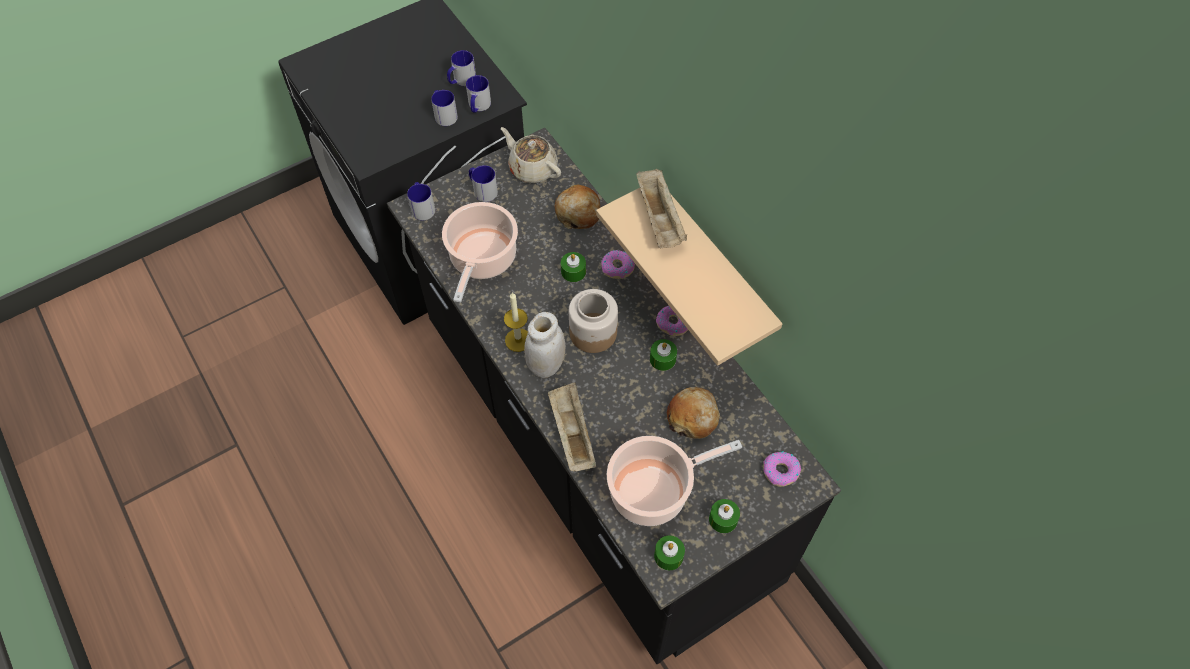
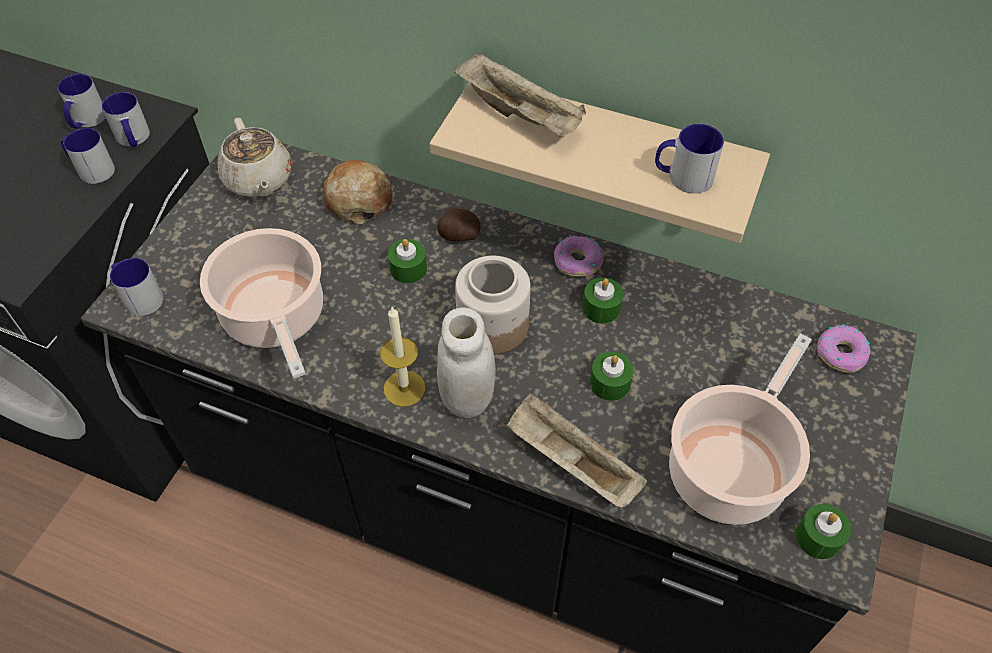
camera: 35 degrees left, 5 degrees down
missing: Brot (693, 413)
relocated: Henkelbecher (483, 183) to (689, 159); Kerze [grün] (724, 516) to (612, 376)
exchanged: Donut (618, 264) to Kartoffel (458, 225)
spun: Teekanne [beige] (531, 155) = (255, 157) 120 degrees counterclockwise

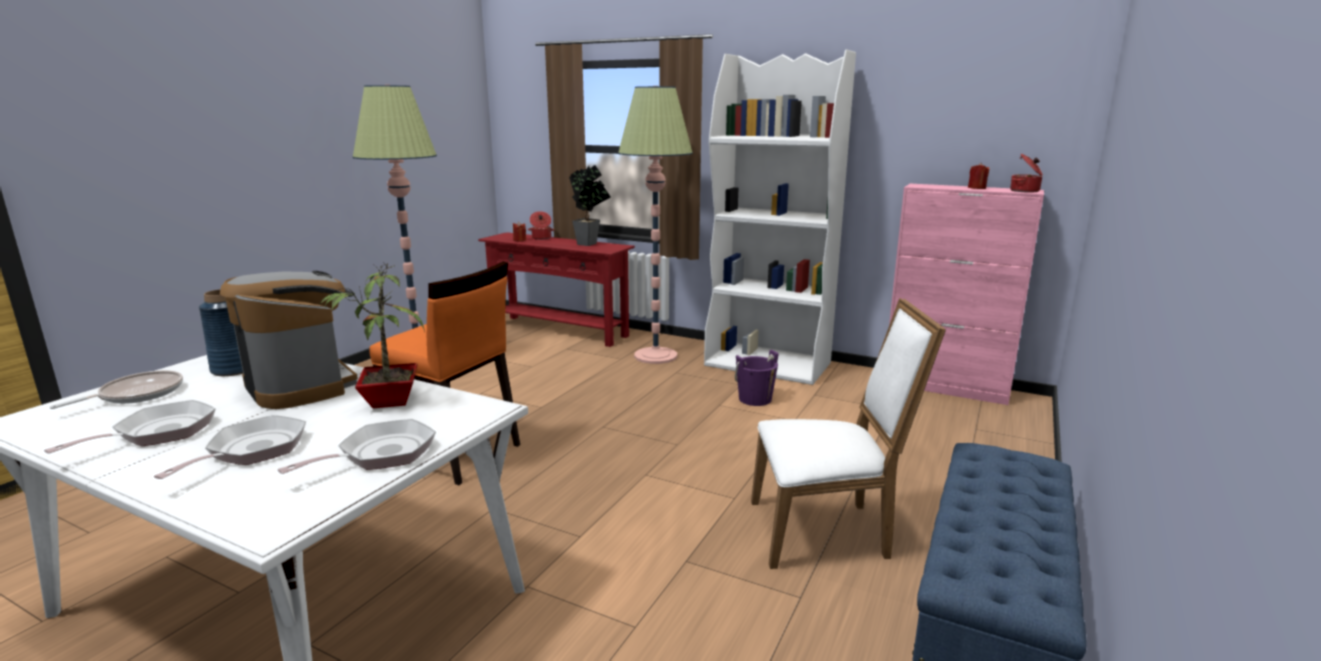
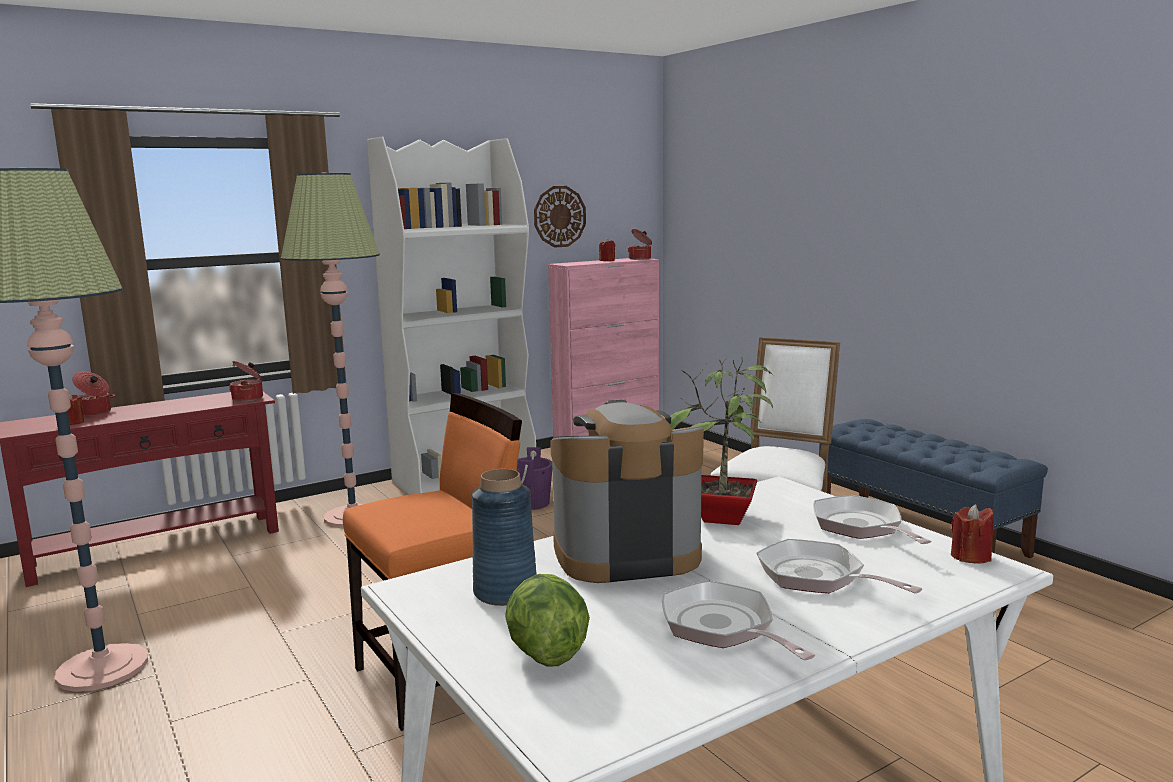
camera: 60 degrees left, 5 degrees down
missing: Topfpflanze (590, 205)
appeared: Kochtopf (246, 381); Wanduhr (560, 217); Kerze [rot] (972, 534)
exchanged: Pfanne (116, 389) to Salatkopf (547, 620)

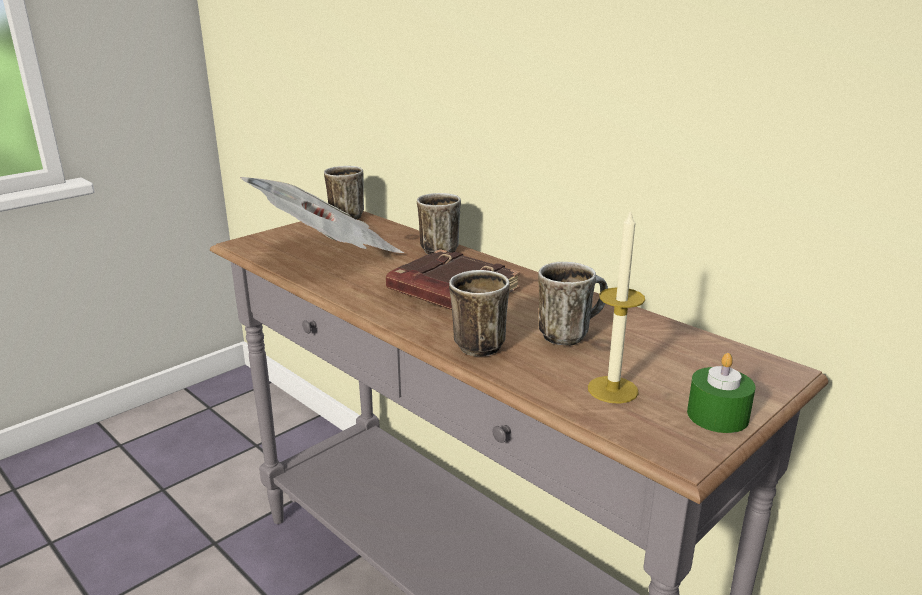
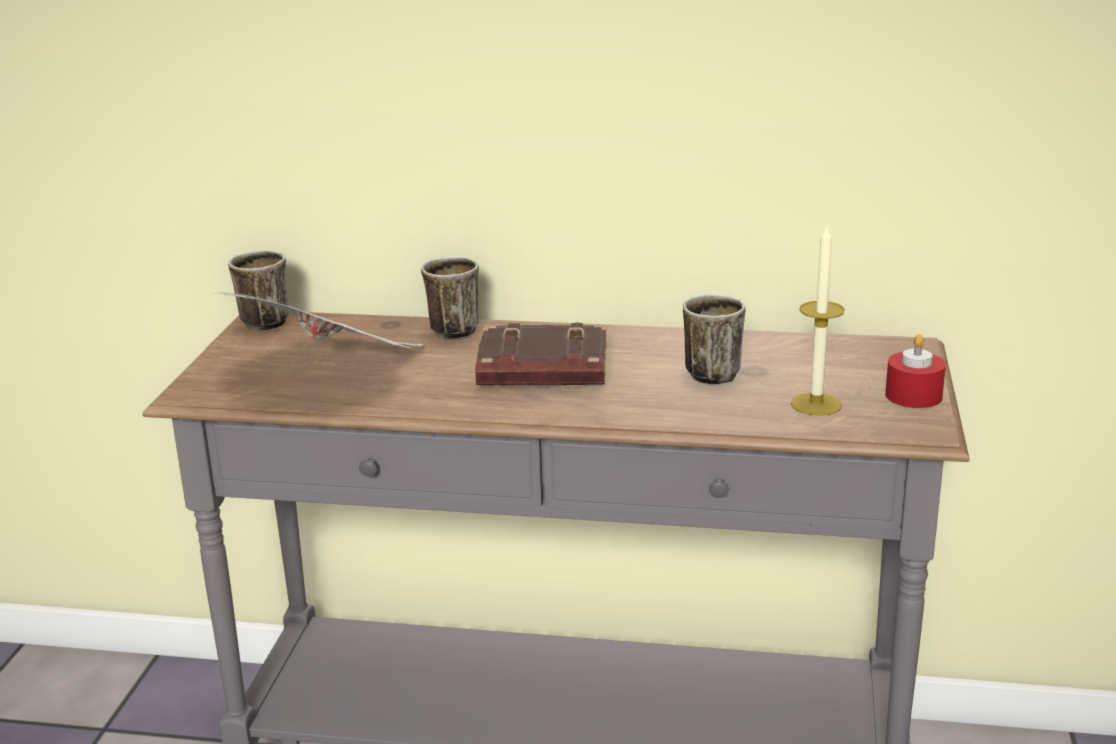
camera: 35 degrees left, 0 degrees up
missing: Henkelbecher (479, 313)
colour: Kerze [grün] (721, 393) to Kerze [rot] (915, 371)

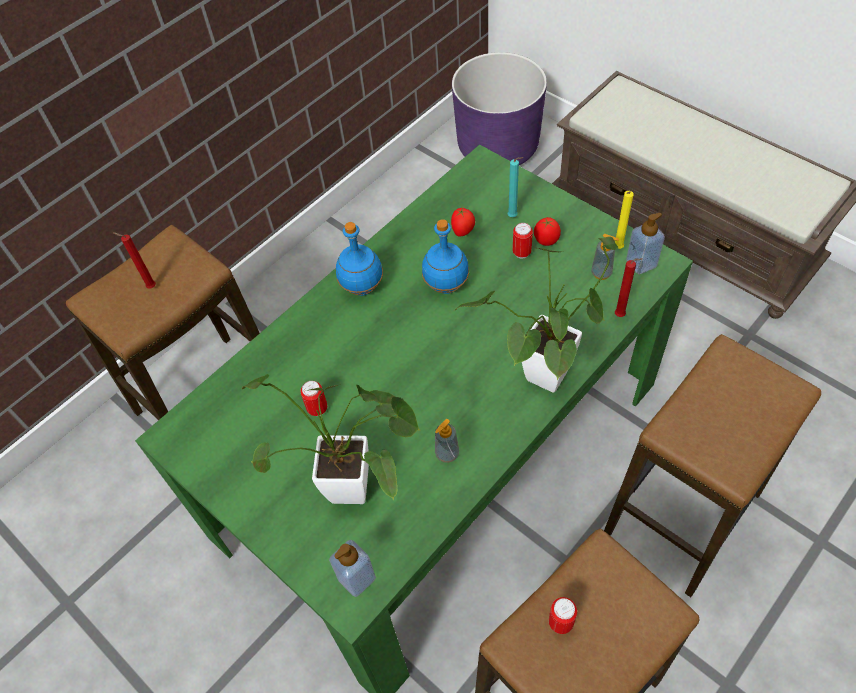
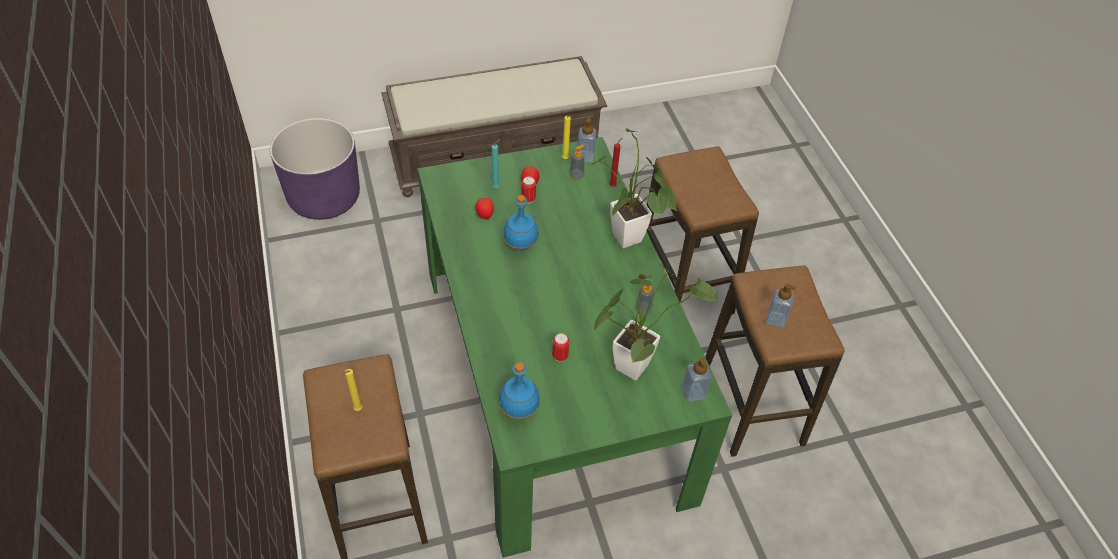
camera: 65 degrees left, 5 degrees down
relocated: Flasche [blau] (359, 259) to (519, 391)
exchanged: Dose (563, 615) to Seifenspender (781, 306)
colour: Kerze [rot] (134, 260) to Kerze [gelb] (352, 390)

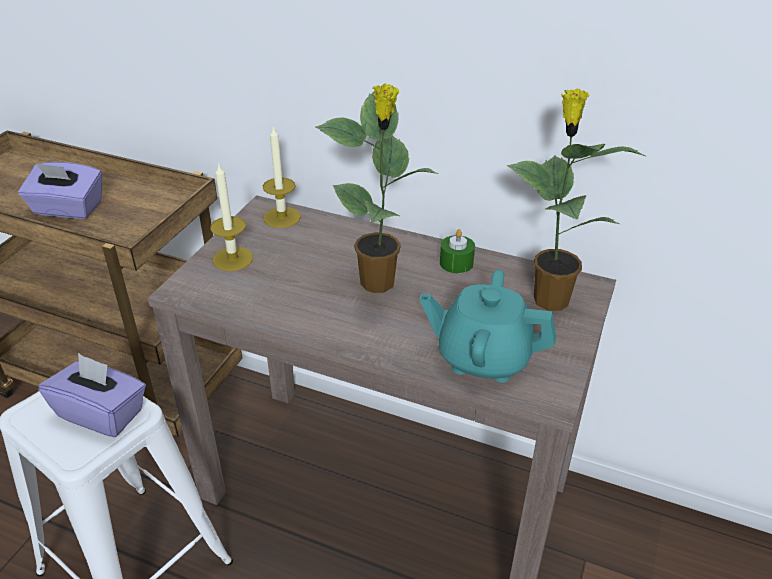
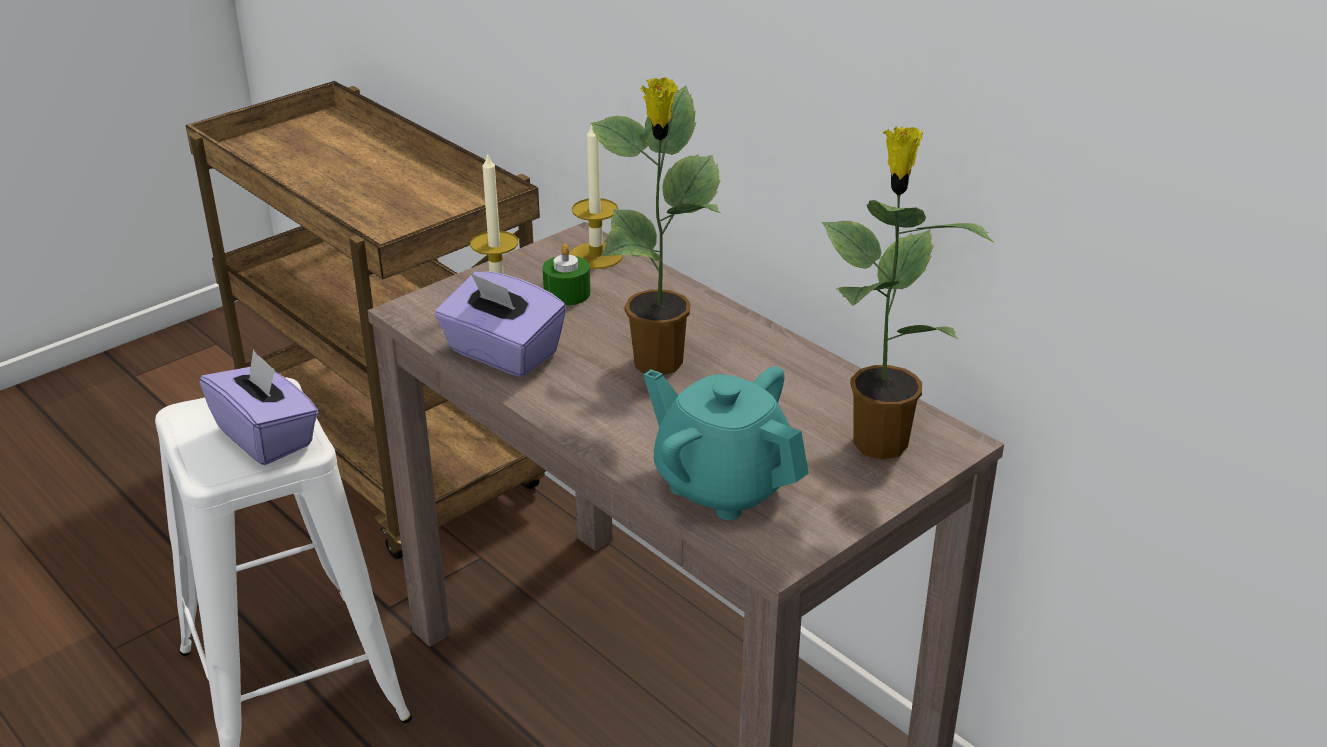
camera: 25 degrees right, 5 degrees down
relocated: Taschentuchbox [lila] (60, 190) to (500, 324); Kerze [grün] (457, 251) to (566, 275)

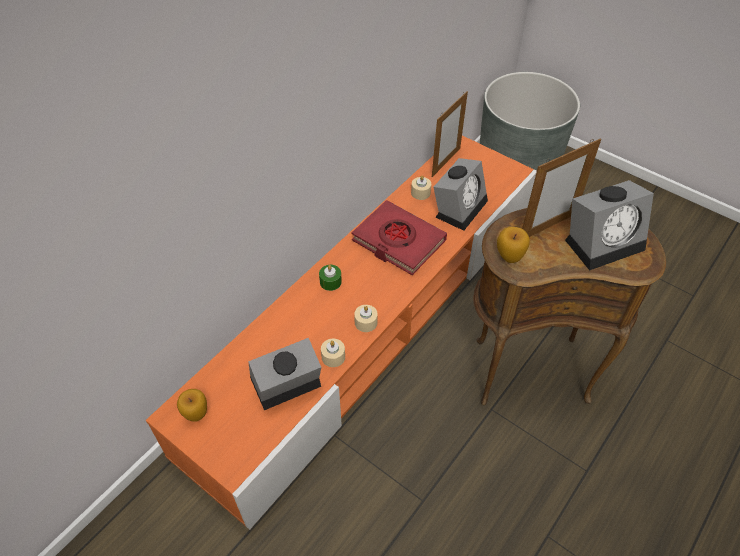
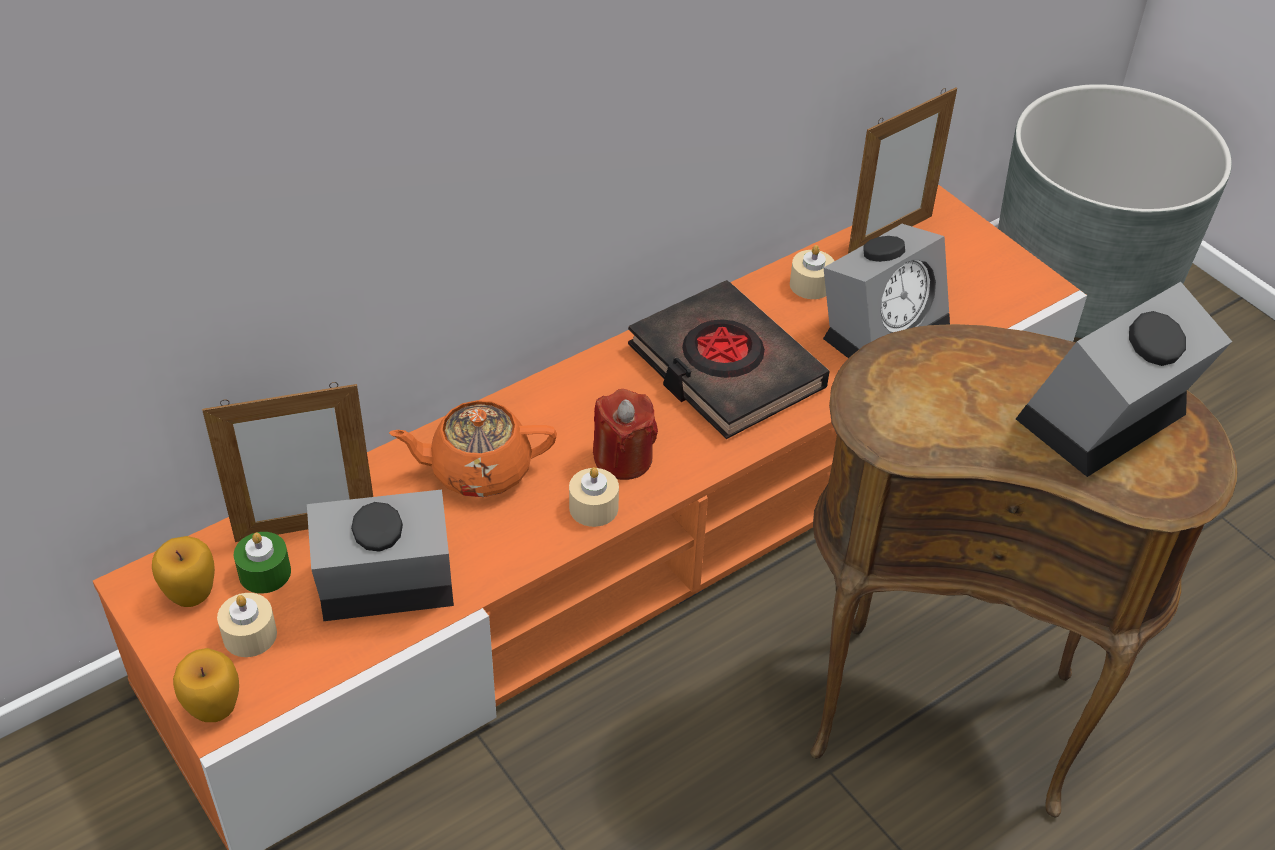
camera: 15 degrees right, 5 degrees down
appeared: Teekanne [orange] (473, 448); Kerze [rot] (625, 434)
relocated: Kerze [grün] (330, 278) to (262, 563); Kerze [beige] (333, 352) to (247, 625); Apfel (513, 245) to (206, 685); Bilderrahmen (561, 187) to (287, 462)
colour: Buch [rot] (399, 237) to Buch [schwarz] (728, 359)
spun: Wecker (609, 225) = (1124, 379) 150 degrees clockwise

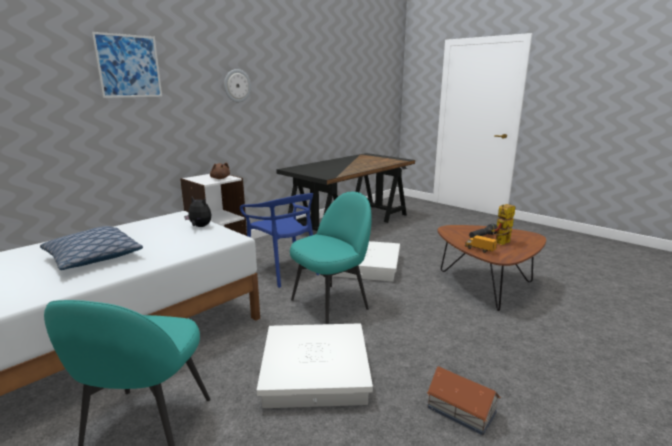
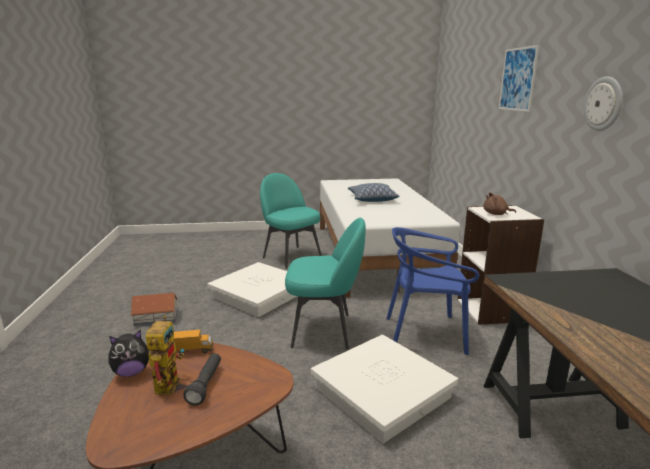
camera: 130 degrees right, 0 degrees up
relocated: Plüschtier (197, 212) to (129, 353)
spun: Stuhl [türkis] (331, 258) = (325, 283) 90 degrees counterclockwise

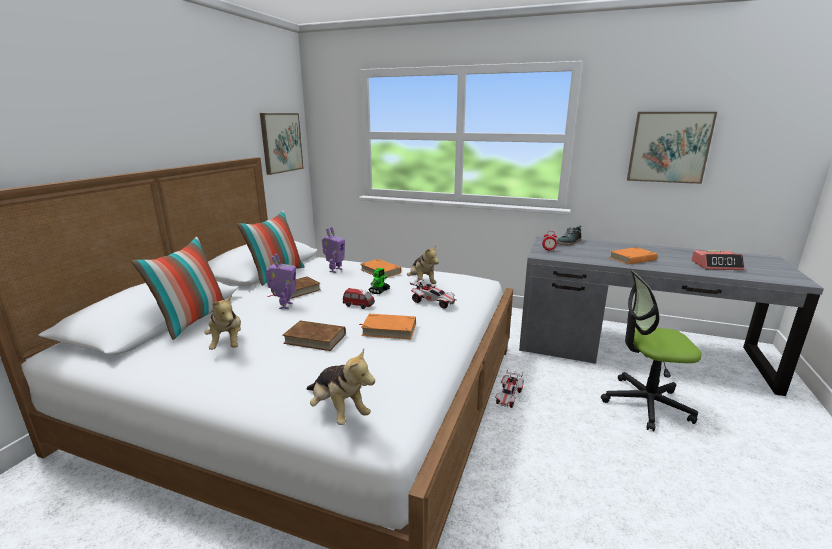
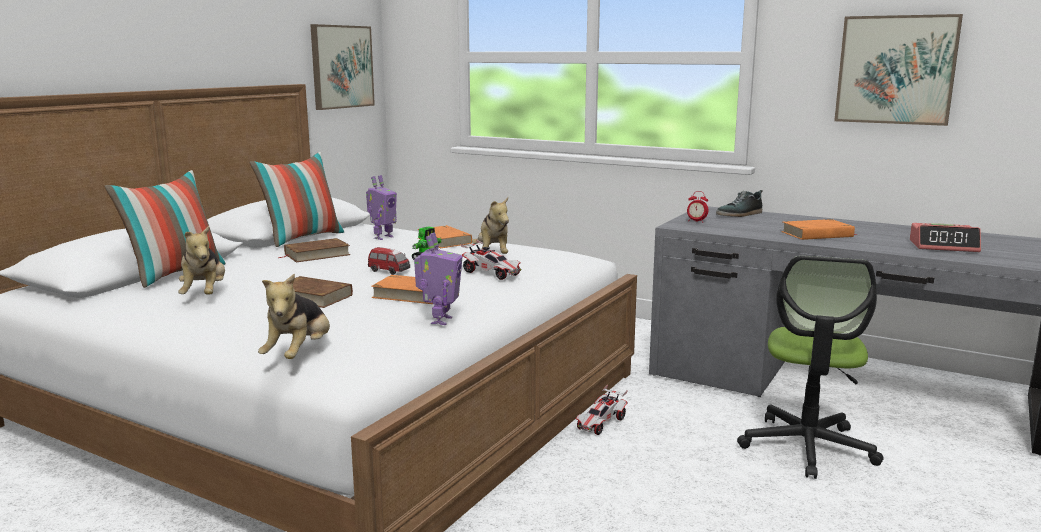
camera: 10 degrees right, 5 degrees down
relocated: Spielzeugroboter (280, 281) to (438, 279)
spun: Plüschtier (341, 386) = (294, 316) 45 degrees clockwise; Bürostuhl (651, 350) = (810, 367) 90 degrees counterclockwise

